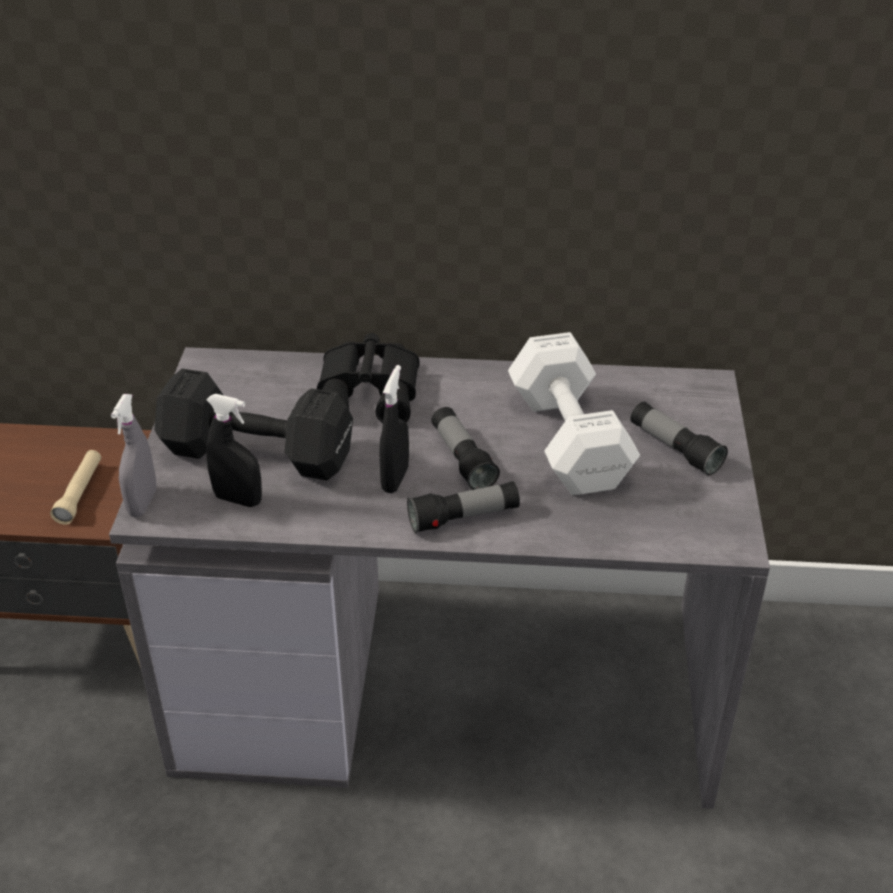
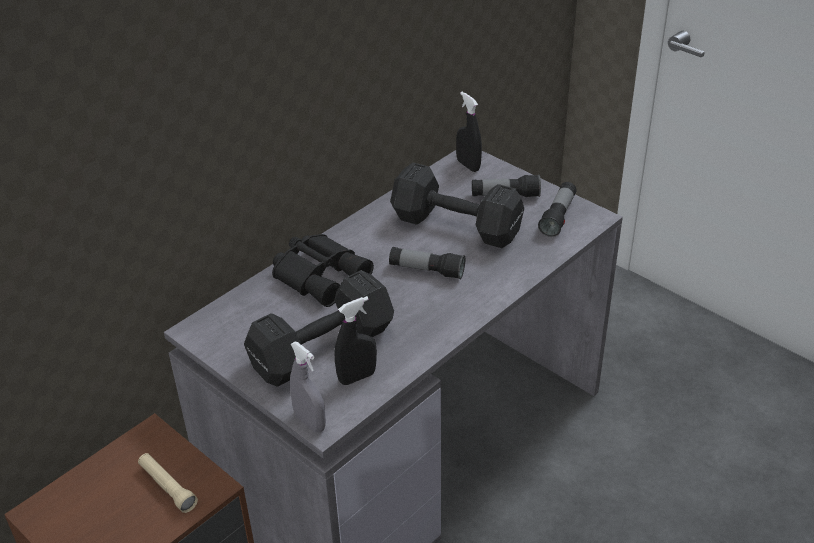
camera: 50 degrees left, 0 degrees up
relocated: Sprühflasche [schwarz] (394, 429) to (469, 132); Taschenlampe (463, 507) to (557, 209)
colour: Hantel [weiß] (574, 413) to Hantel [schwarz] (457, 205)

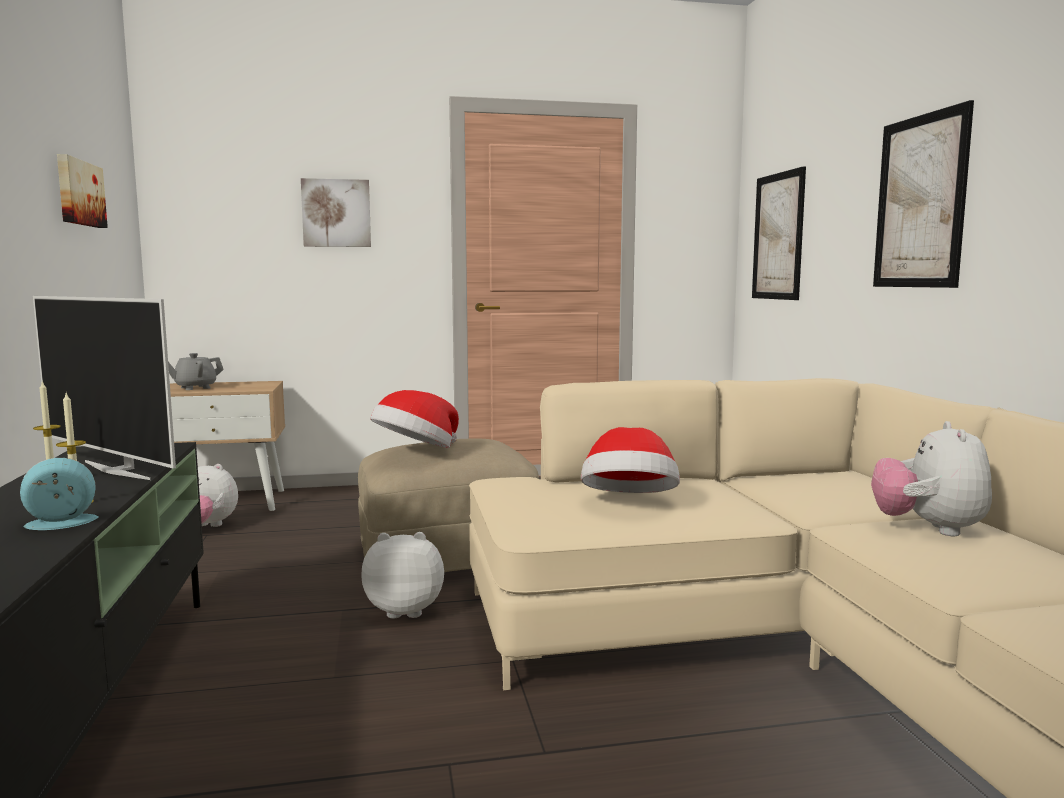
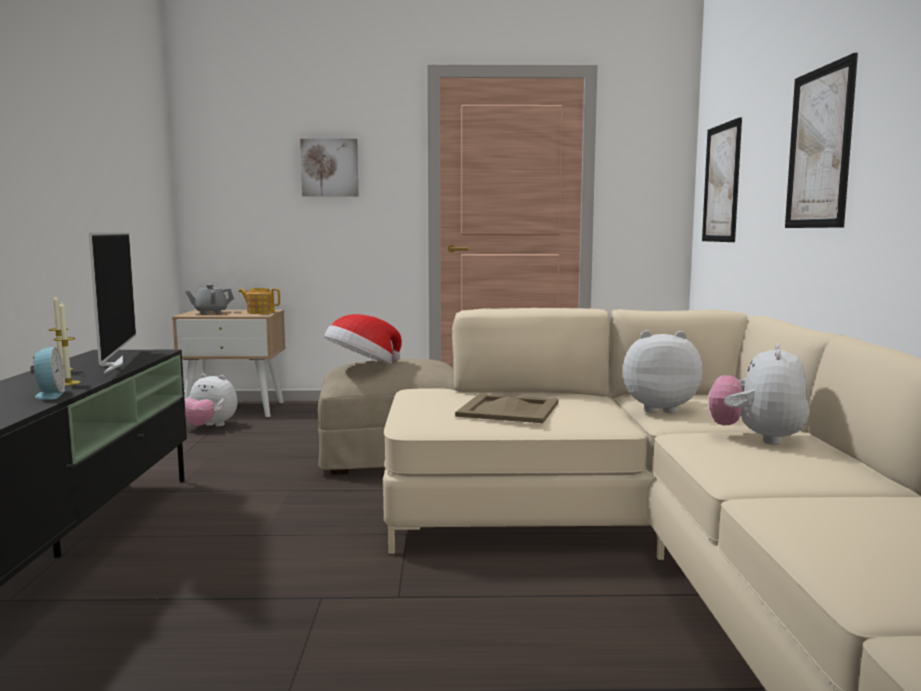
camera: 10 degrees right, 0 degrees up
missing: Bild (82, 191)
appeared: Teekanne (259, 301)
relocated: Plüschtier (402, 575) to (663, 371)
exchanged: Hut (630, 460) to Tablett [beige] (506, 408)
spun: Wecker (59, 494) = (47, 373) 90 degrees clockwise; Fernseher (104, 388) = (112, 303) 150 degrees counterclockwise

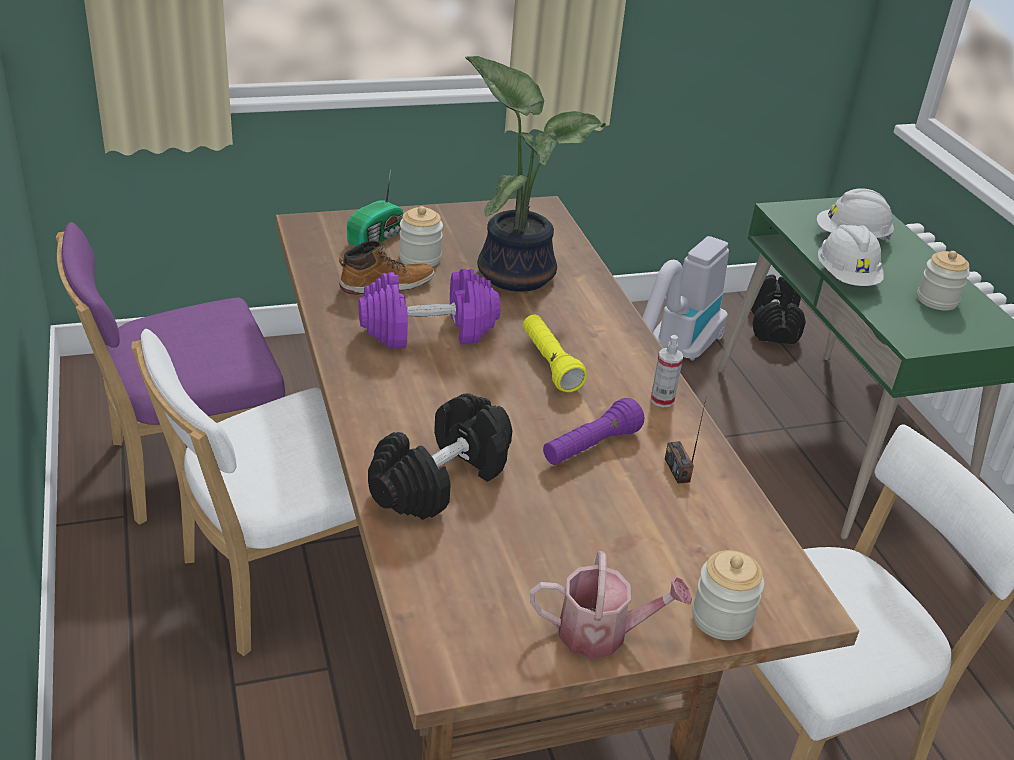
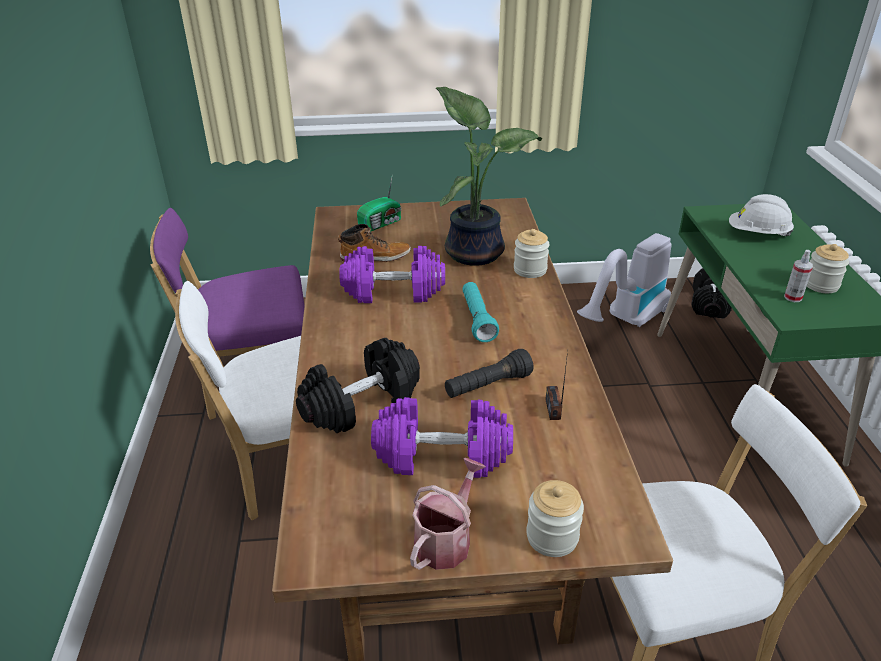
camera: 15 degrees right, 0 degrees up
missing: Schutzhelm [weiß] (851, 255)
appeared: Hantel [lila] (442, 437)
relocated: Vorratsglas (421, 236) to (532, 253); Sprühflasche (667, 371) to (798, 276)
colour: Taschenlampe [gelb] (555, 353) to Taschenlampe [türkis] (480, 312); Taschenlampe [lila] (593, 431) to Taschenlampe [schwarz] (489, 373)
spun: Gießkanne (611, 605) = (448, 514) 75 degrees counterclockwise

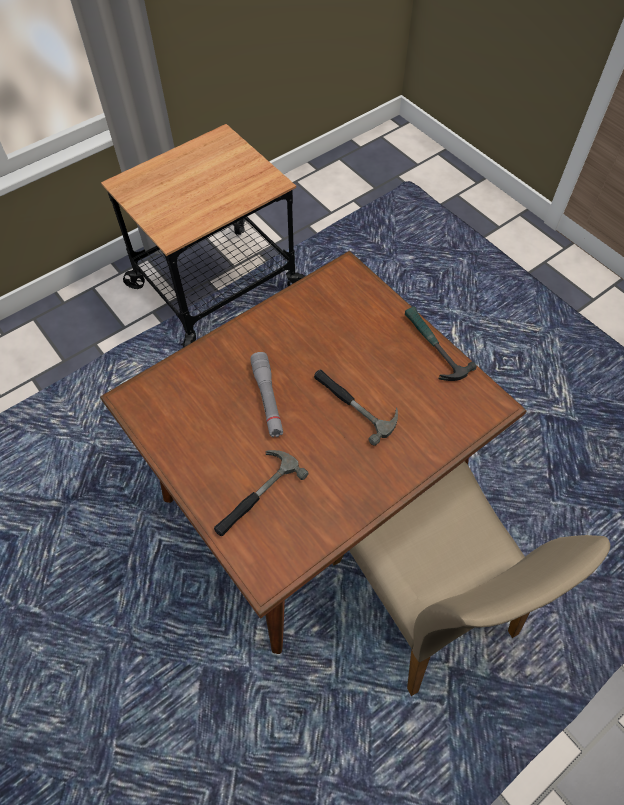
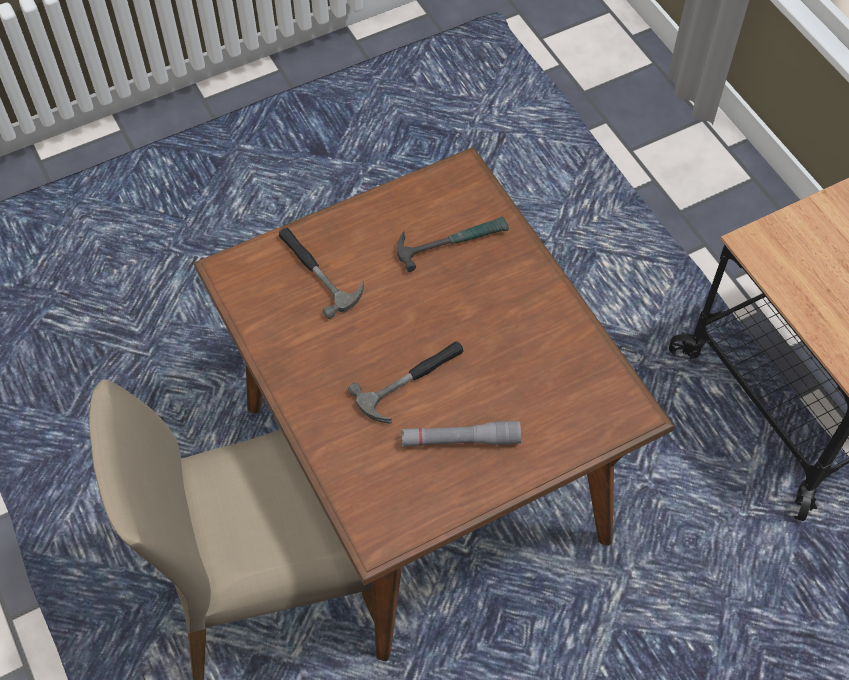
camera: 100 degrees right, 0 degrees up
relocated: Taschenlampe [grau] (266, 394) to (461, 433); Hammer (441, 343) to (453, 244)

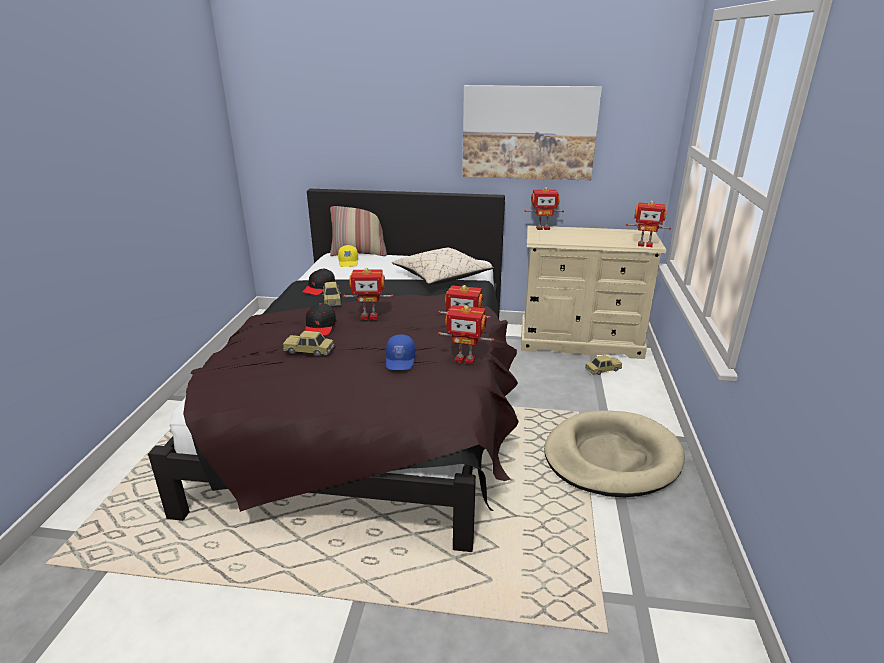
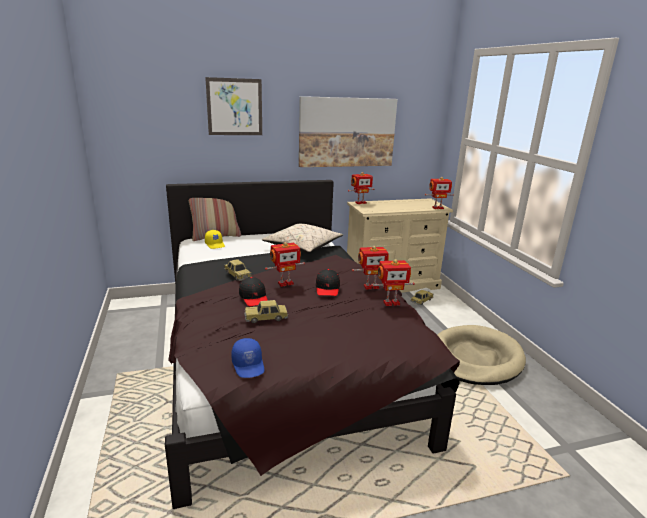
camera: 25 degrees left, 5 degrees down
appeared: Bild (233, 106)
relocated: Kappe [schwarz] (318, 282) to (328, 282); Kappe [blau] (400, 352) to (247, 358)

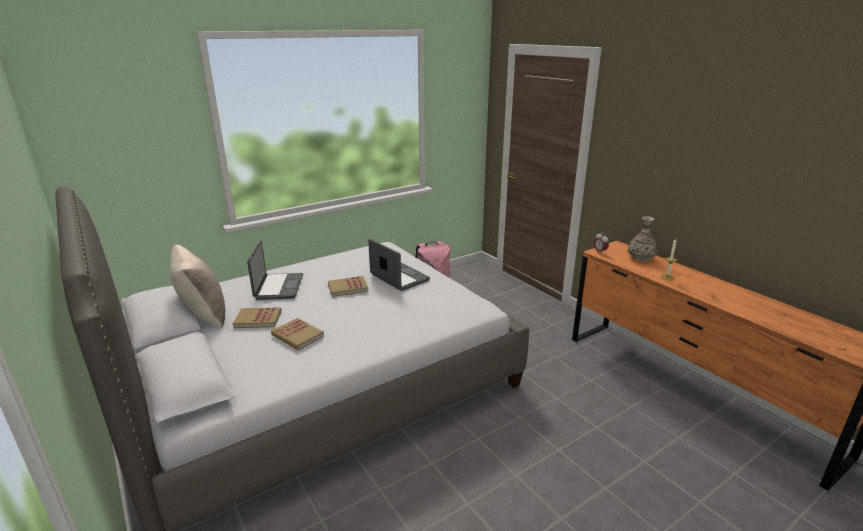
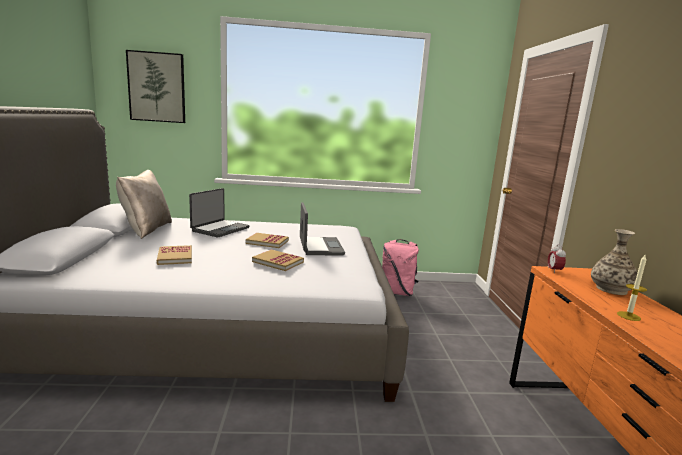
camera: 30 degrees right, 10 degrees down
appeared: Bild (155, 86)
relocated: Buch (257, 317) to (278, 260)

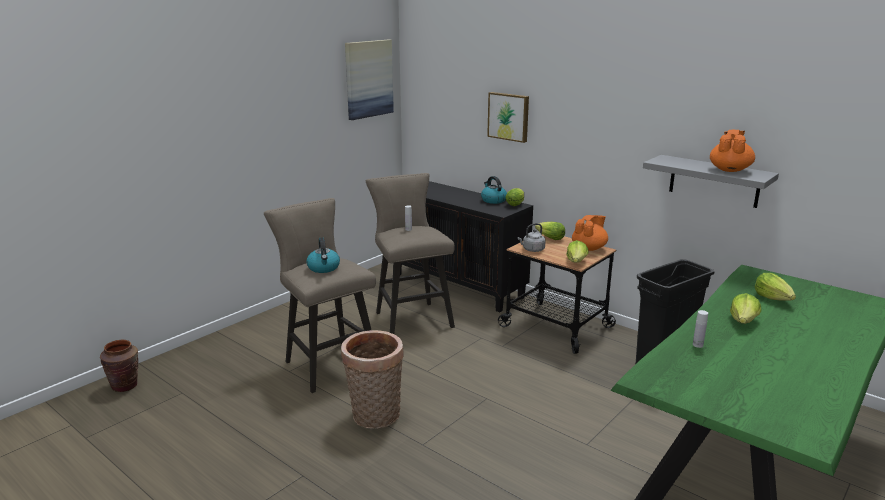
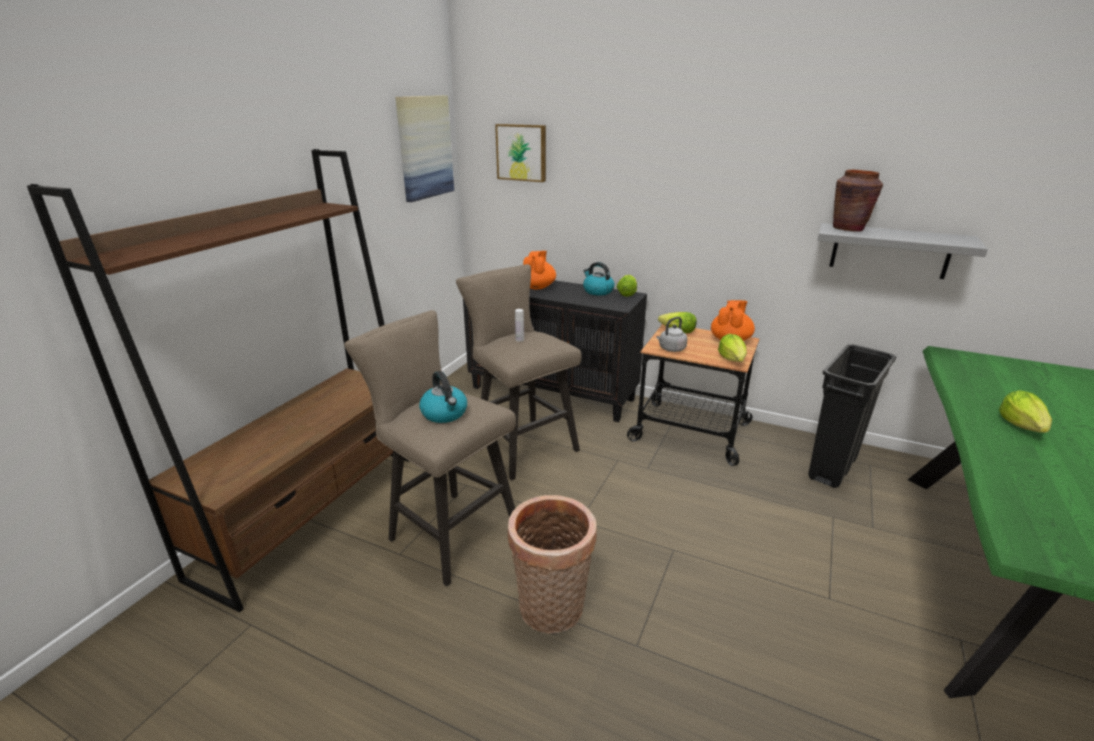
camera: 15 degrees left, 5 degrees up
missing: Flasche [weiß] (700, 329); Salatkopf (775, 287)
appeared: Bücherregal [braun] (218, 380)
relocated: Vase [braun] (119, 366) to (858, 201); Bild (508, 117) to (520, 153); Teekanne [orange] (732, 151) to (539, 270)

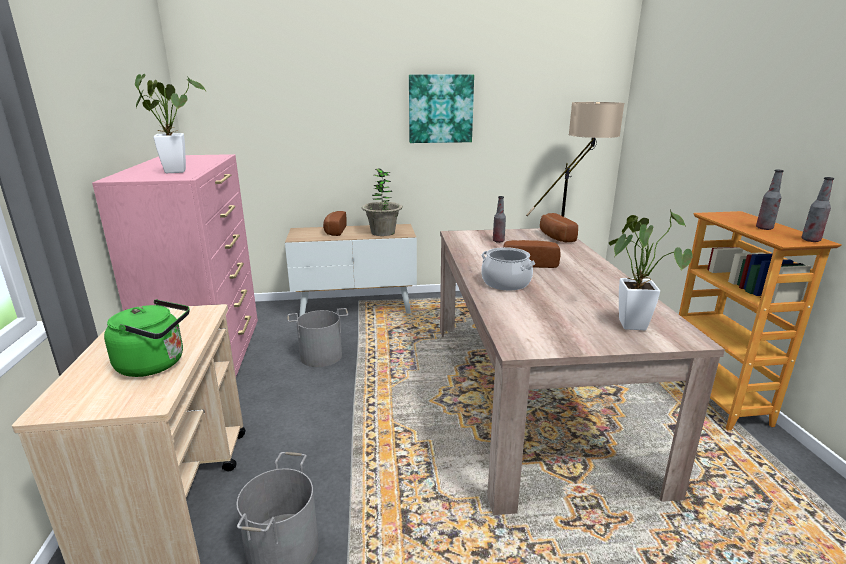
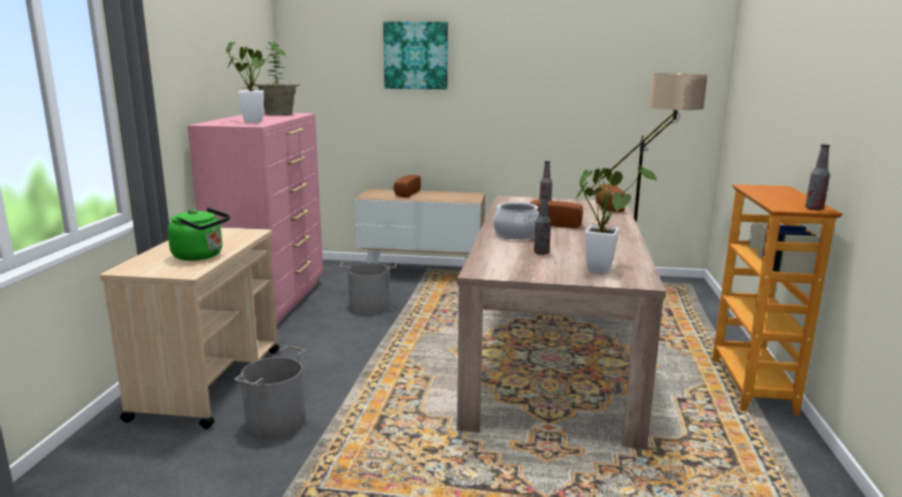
camera: 15 degrees right, 5 degrees down
relocated: Topfpflanze (382, 202) to (277, 78); Bild (441, 108) to (415, 55); Flasche (770, 199) to (542, 224)

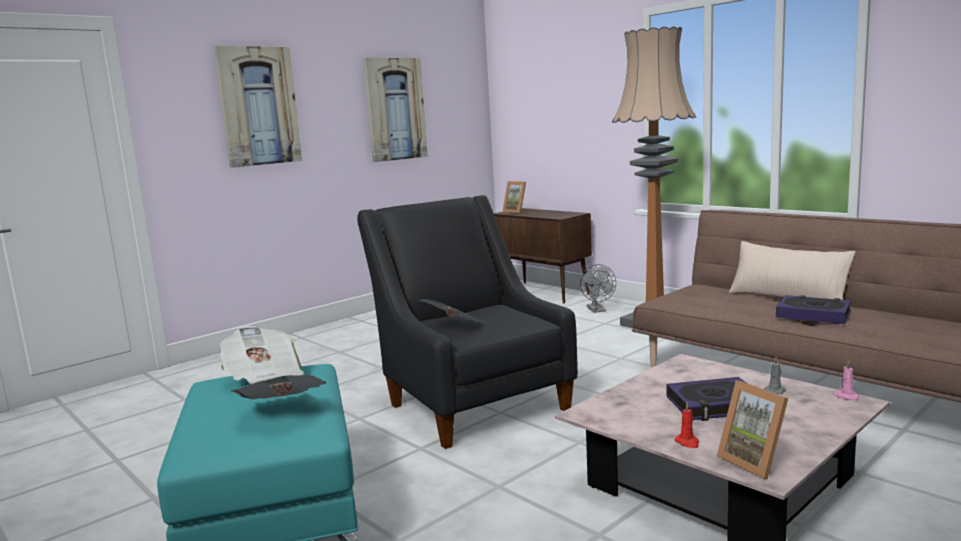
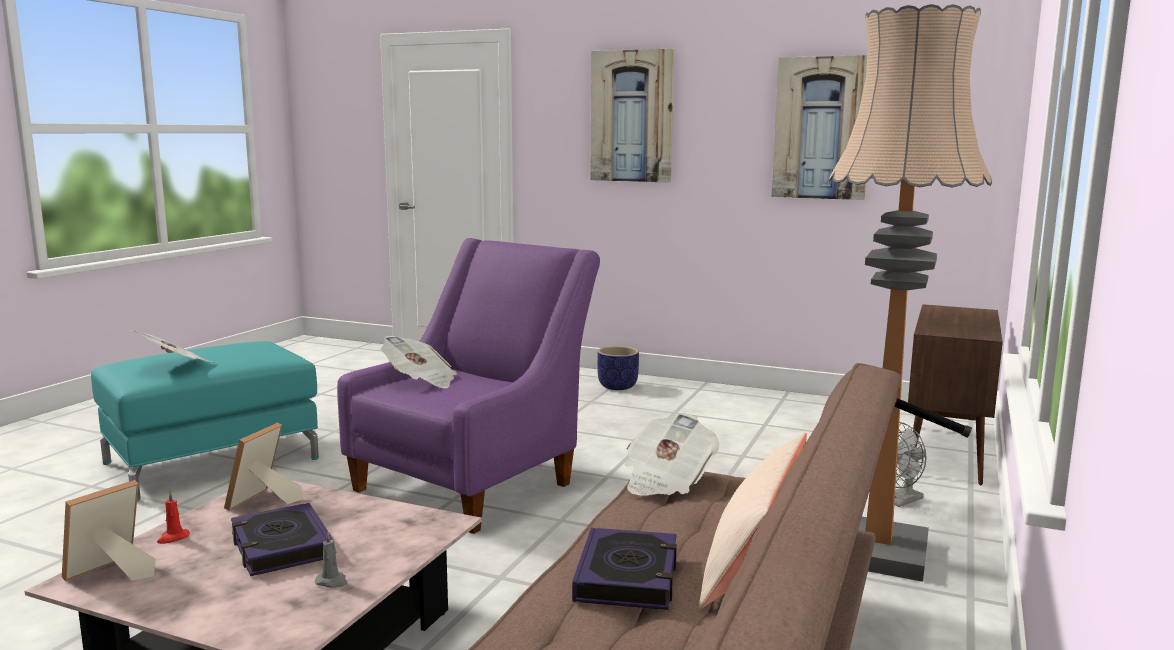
camera: 65 degrees right, 0 degrees up
missing: Kerze [rosa] (846, 380)
appeared: Pflanzkübel (618, 368)
relocated: Zeitung (262, 355) to (671, 454); Bilderrahmen (514, 197) to (263, 466)
colour: Sessel [schwarz] (467, 322) to Sessel [lila] (468, 386)

